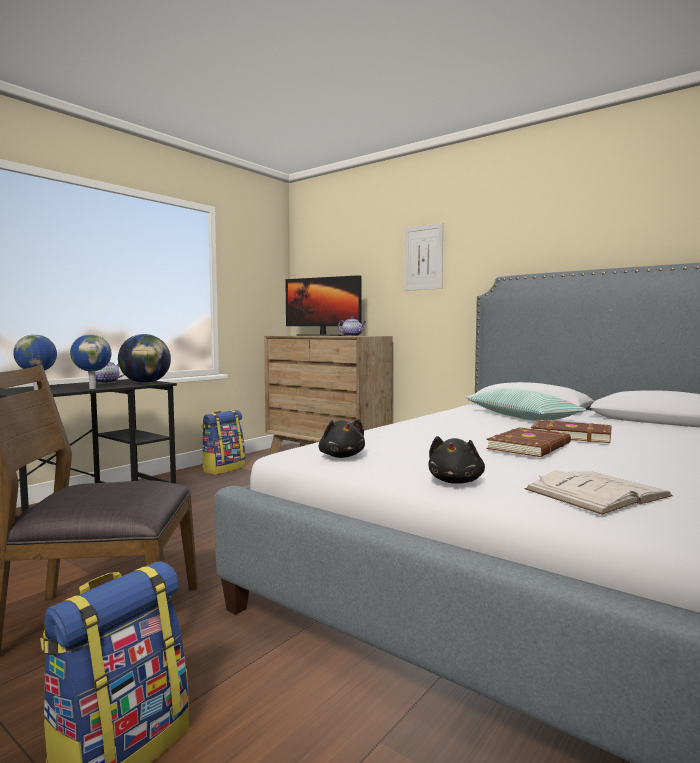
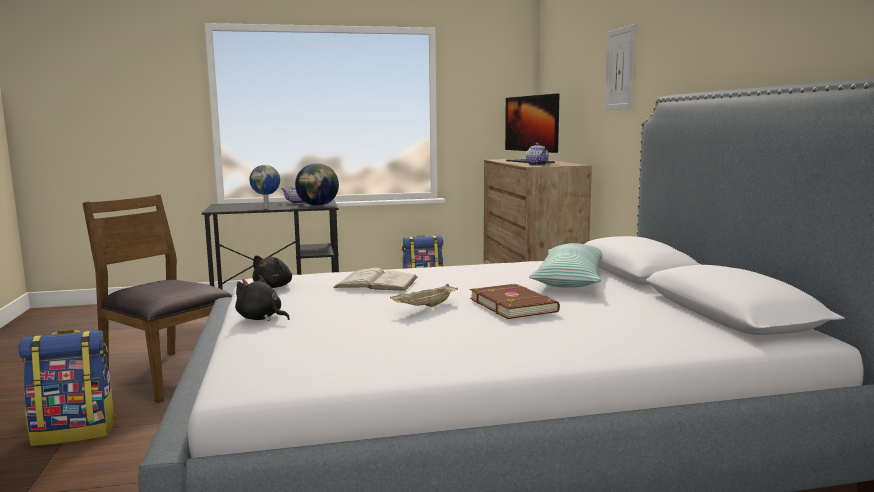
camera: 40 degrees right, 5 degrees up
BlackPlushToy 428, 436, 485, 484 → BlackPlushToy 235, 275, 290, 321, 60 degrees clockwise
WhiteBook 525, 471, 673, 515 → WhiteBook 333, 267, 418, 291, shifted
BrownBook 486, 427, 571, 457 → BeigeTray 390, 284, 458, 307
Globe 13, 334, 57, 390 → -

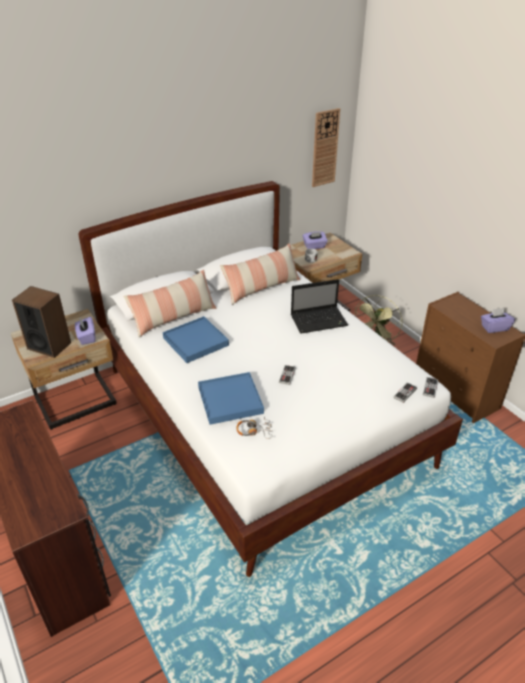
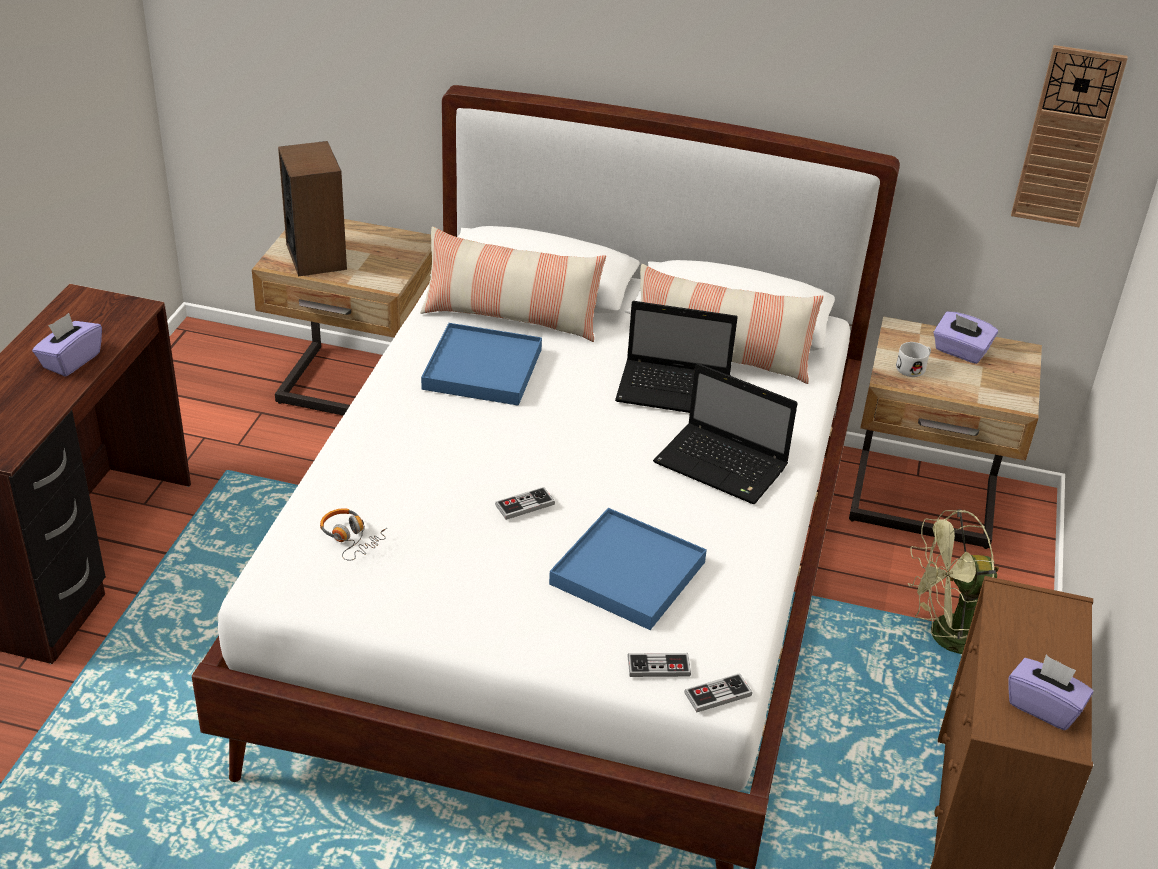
camera: 45 degrees right, 0 degrees up
PurpleTissueBox 75, 317, 95, 345 → PurpleTissueBox 32, 313, 102, 377, shifted
BlueTray 198, 372, 264, 425 → BlueTray 549, 508, 707, 630, shifted
- → Laptop 615, 301, 738, 413

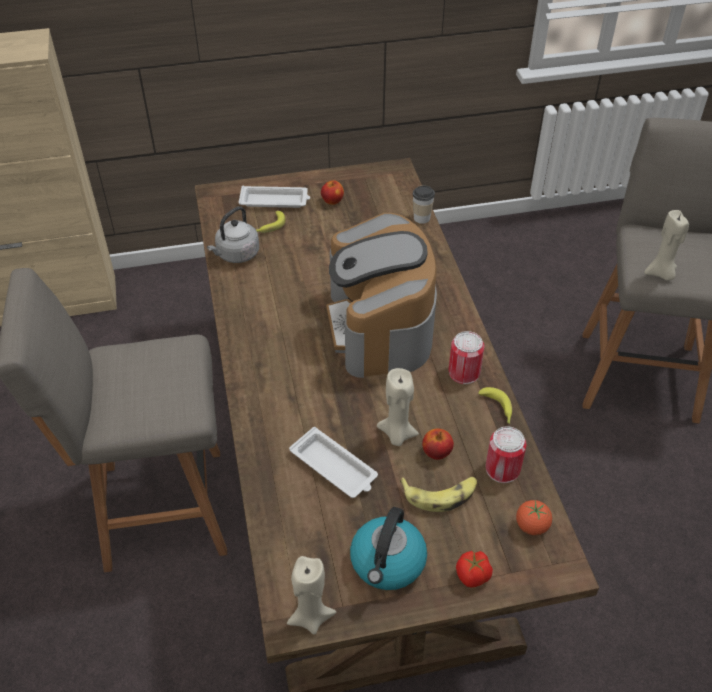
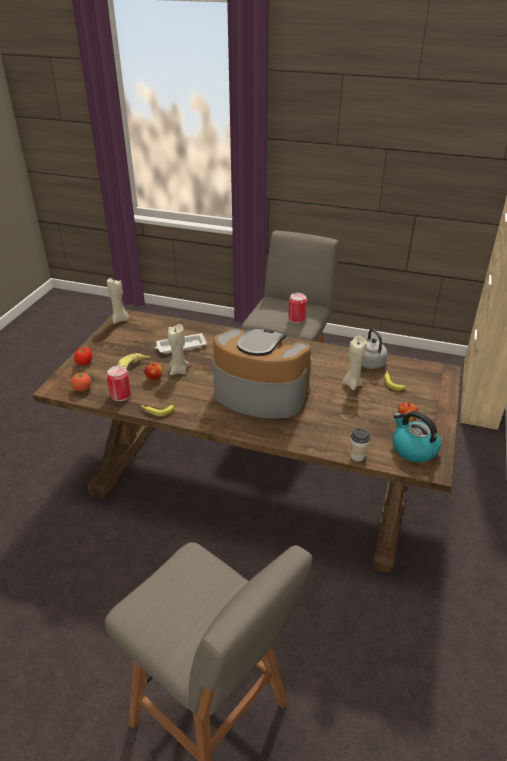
camera: 120 degrees right, 10 degrees down
Can 449, 331, 484, 384 → Can 288, 293, 307, 323, shifted
BeigeCandle 644, 210, 689, 281 → BeigeCandle 342, 336, 367, 390, shifted
Kettle 350, 507, 427, 590 → Kettle 393, 411, 441, 462, shifted
WhiteTray 238, 186, 310, 208 → -

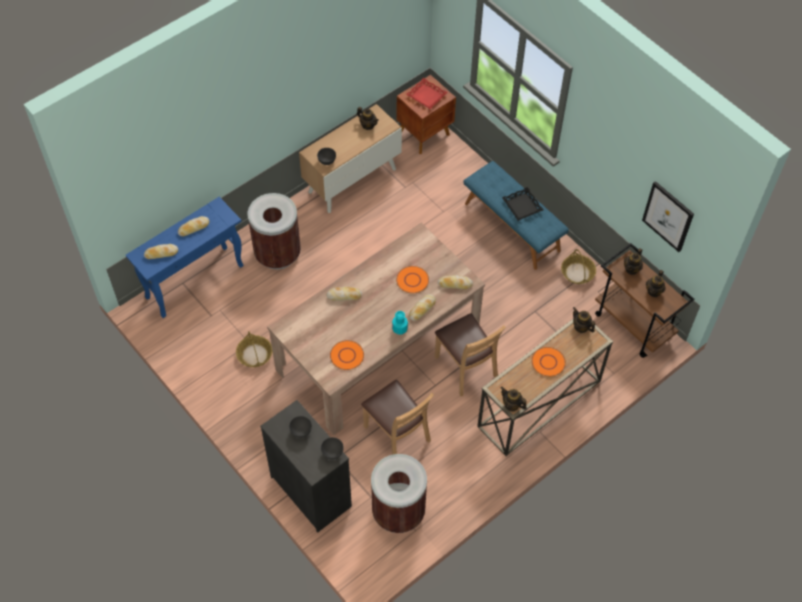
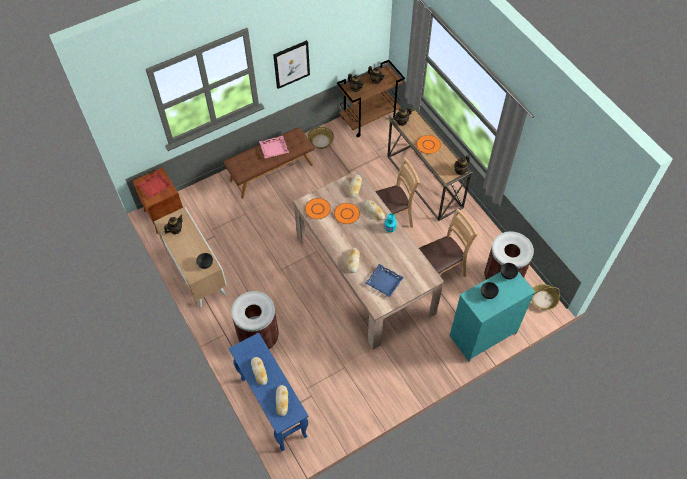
camera: 80 degrees left, 0 degrees up
BlueBench 463, 161, 569, 270 → BrownBench 223, 127, 314, 199
BlackTray 502, 187, 543, 221 → PinkTray 259, 136, 289, 158
Picture 642, 181, 694, 252 → Picture 273, 40, 310, 89, shifted
OrangePlate 330, 340, 364, 370 → OrangePlate 305, 198, 331, 219, shifted
- → BlueTray 365, 264, 404, 297
BlackDresser 260, 400, 352, 533 → TurquoiseDresser 450, 271, 535, 362
Basket 236, 331, 273, 367 → Basket 531, 284, 560, 310, shifted

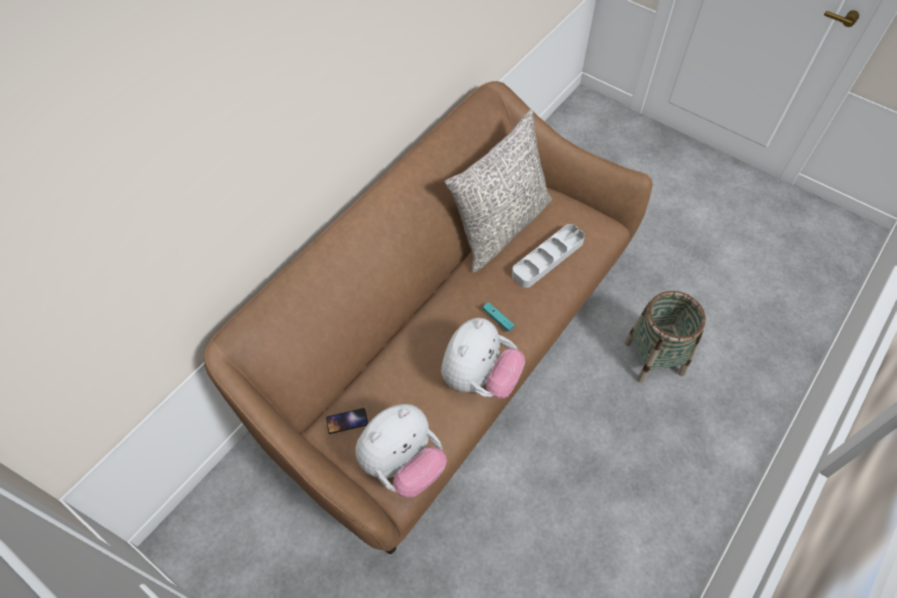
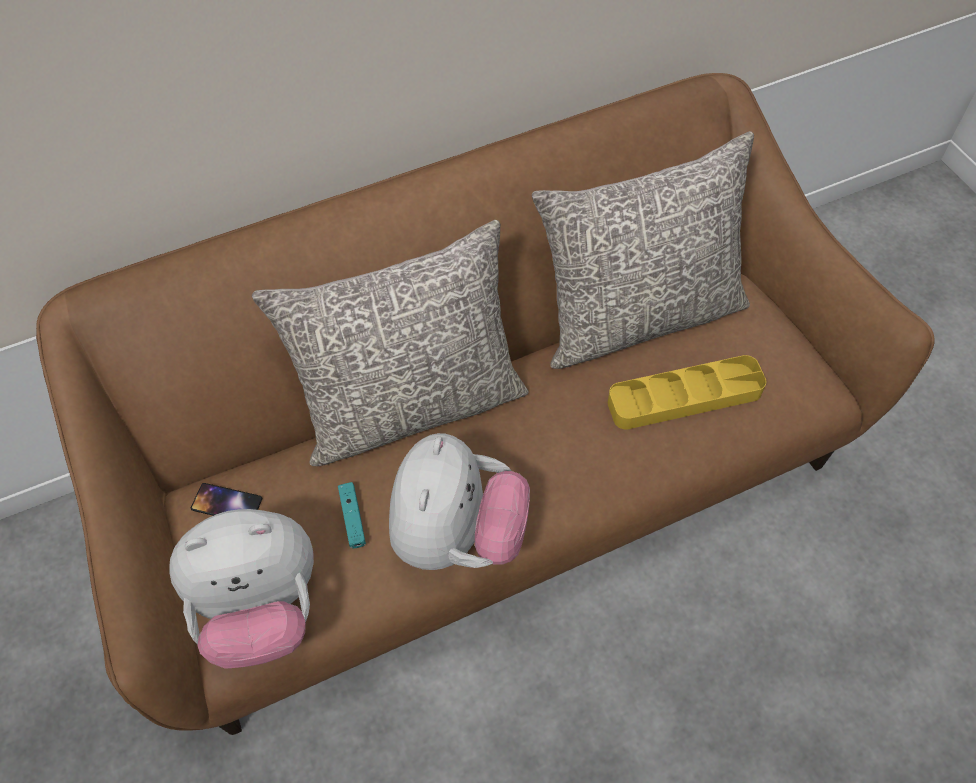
camera: 30 degrees right, 0 degrees up
- → GreyPillow 252, 220, 529, 466
TurquoiseGameController 482, 302, 514, 332 → TurquoiseGameController 338, 482, 366, 548, shifted
PlushToy 441, 318, 525, 398 → PlushToy 389, 433, 530, 570, 45 degrees counterclockwise
GreyTray 512, 224, 585, 288 → YellowTray 608, 355, 766, 429
Basket 624, 291, 706, 383 → -

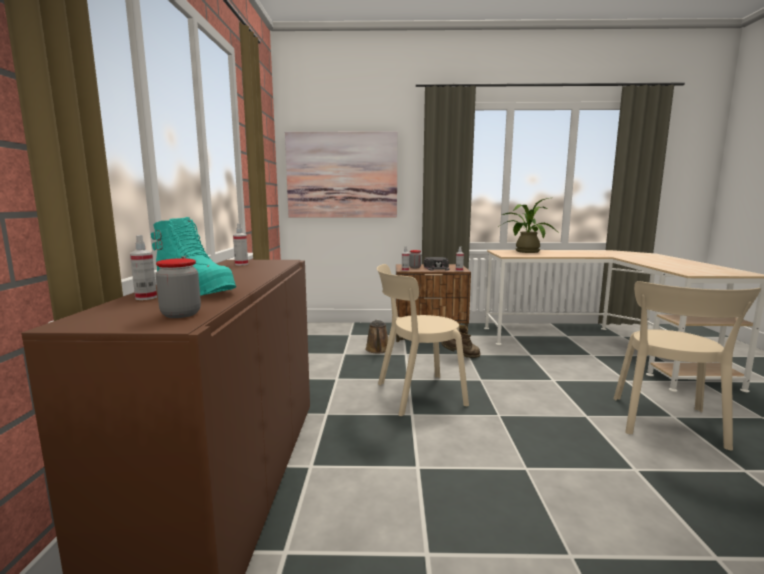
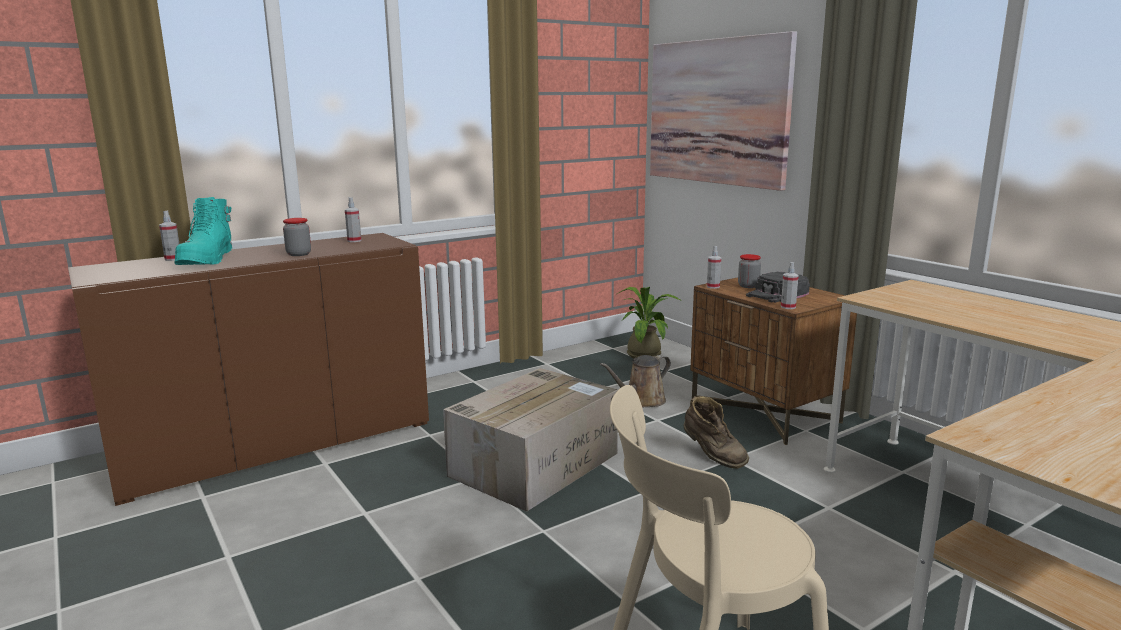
camera: 55 degrees right, 5 degrees up
Jar 156, 258, 201, 318 → Jar 283, 218, 311, 256, shifted
BeigeChair 377, 264, 469, 416 → CardboardBox 443, 368, 618, 512
PottedPlant 498, 198, 558, 253 → PottedPlant 617, 287, 680, 358, shifted

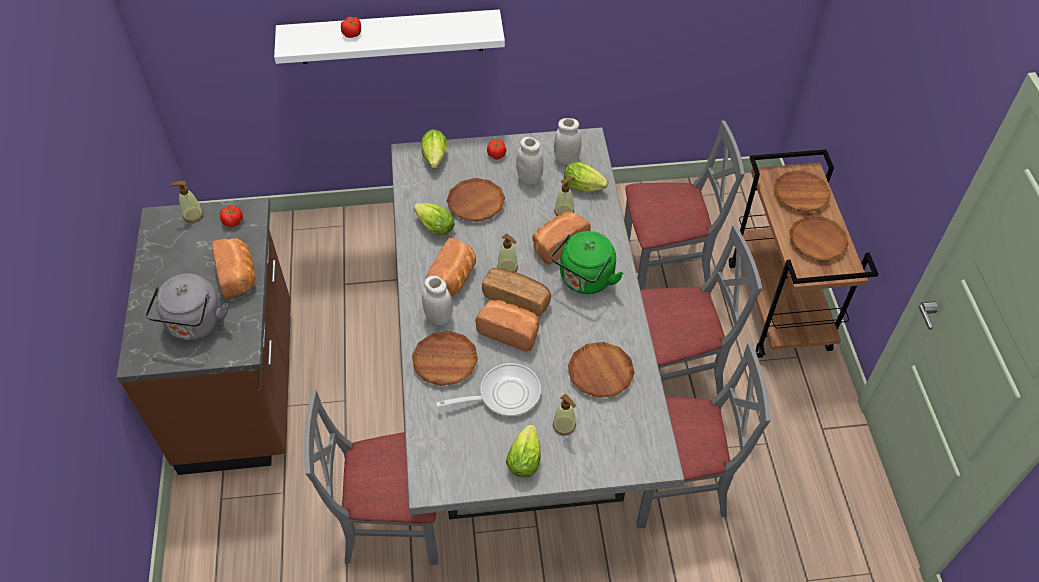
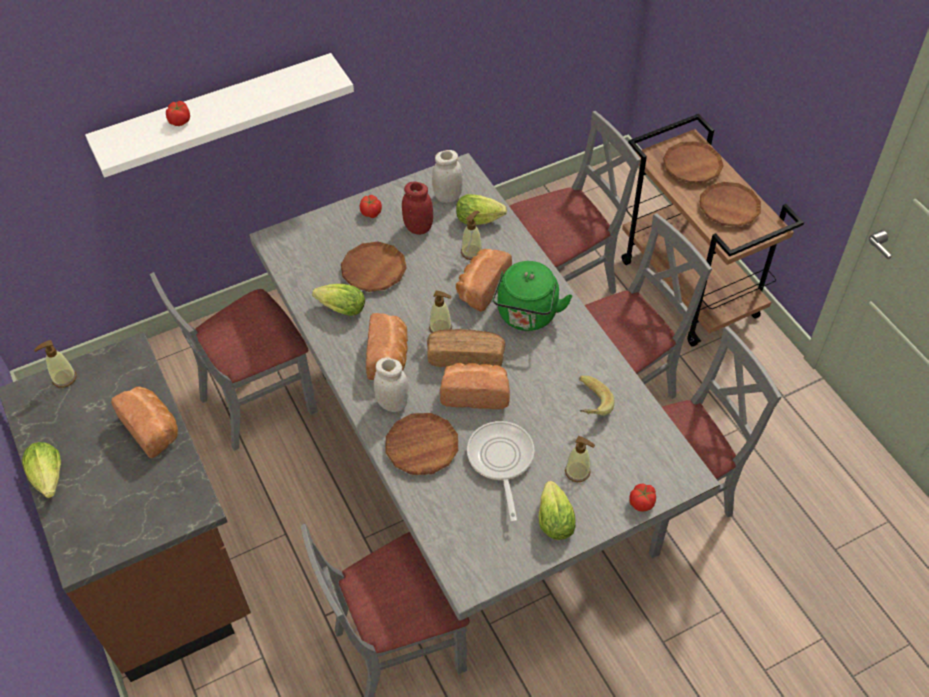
camera: 20 degrees left, 0 degrees up
Lettuce 422, 129, 448, 168 → Lettuce 22, 442, 61, 498, shifted
- → GreyChair 150, 272, 318, 451
WhiteJar 516, 137, 543, 185 → RedJar 402, 182, 433, 235
FryingPan 436, 363, 541, 417 → FryingPan 467, 421, 535, 522, 60 degrees counterclockwise
BrownPlate 568, 342, 635, 398 → Banana 579, 376, 614, 416
Tomato 220, 205, 243, 227 → Tomato 629, 484, 656, 512, shifted
GreyKettle 145, 273, 228, 341 → -

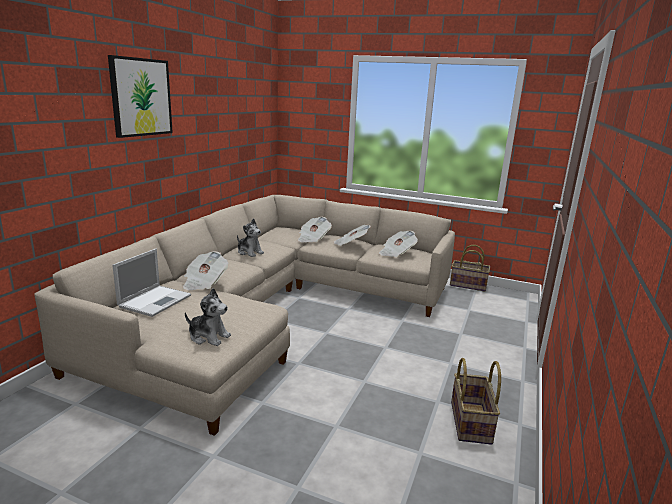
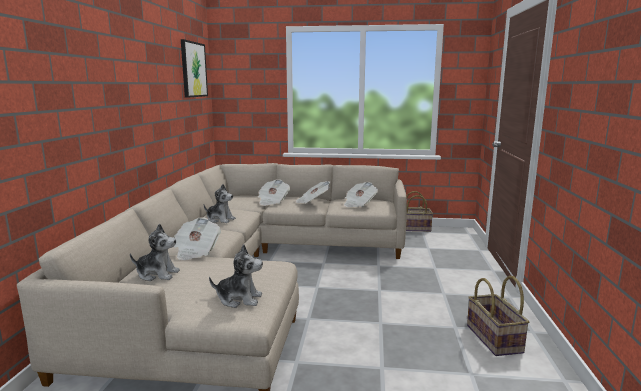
camera: 15 degrees left, 5 degrees down
Laptop 112, 249, 191, 317 → PlushToy 130, 224, 180, 281
Picture 108, 55, 173, 138 → Picture 181, 39, 208, 97, shifted

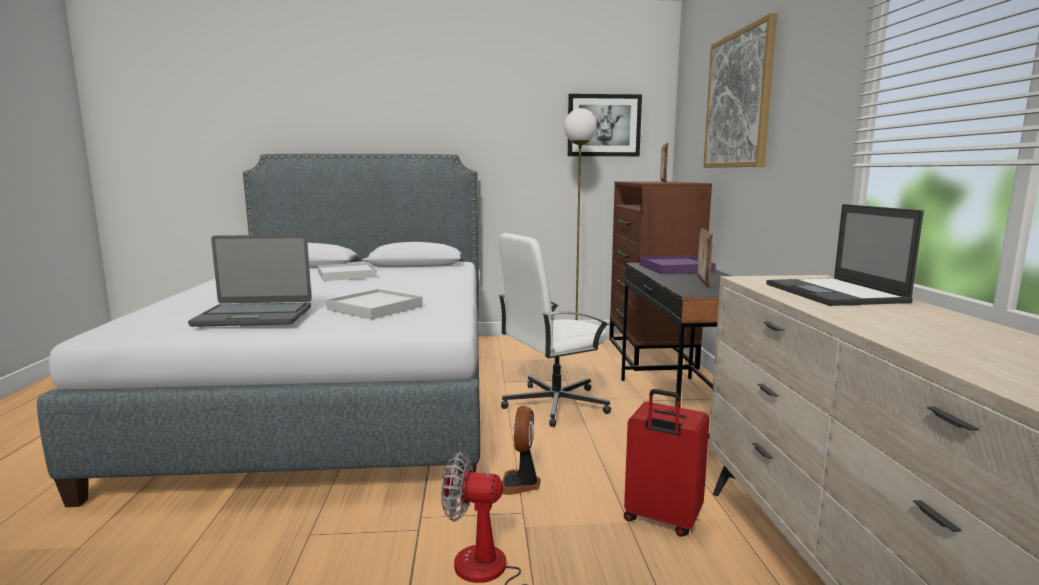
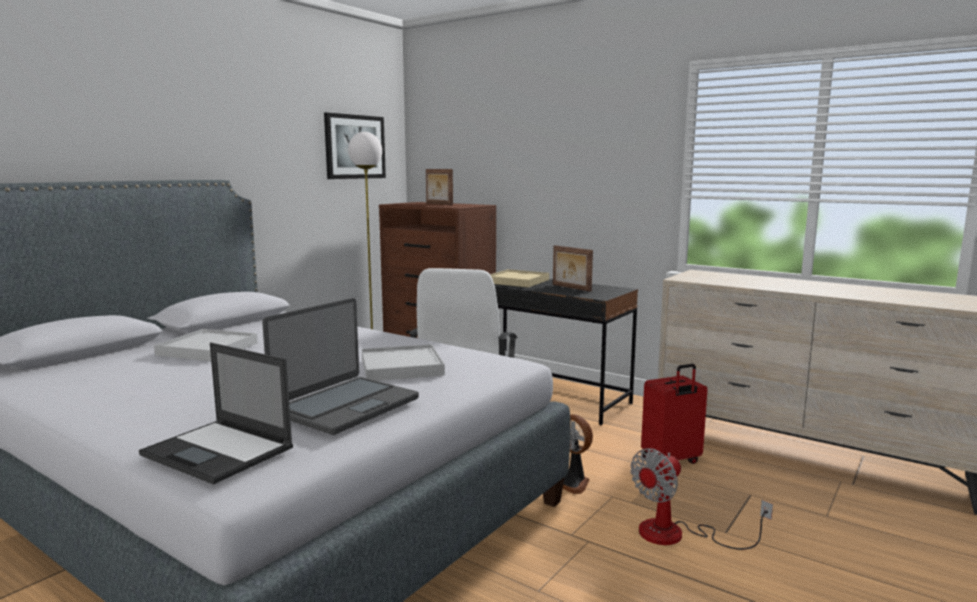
camera: 50 degrees left, 0 degrees up
Laptop 766, 204, 924, 306 → Laptop 139, 342, 293, 485, shifted
PurpleTray 640, 256, 716, 274 → BeigeTray 490, 269, 549, 287
Picture 703, 13, 777, 168 → -

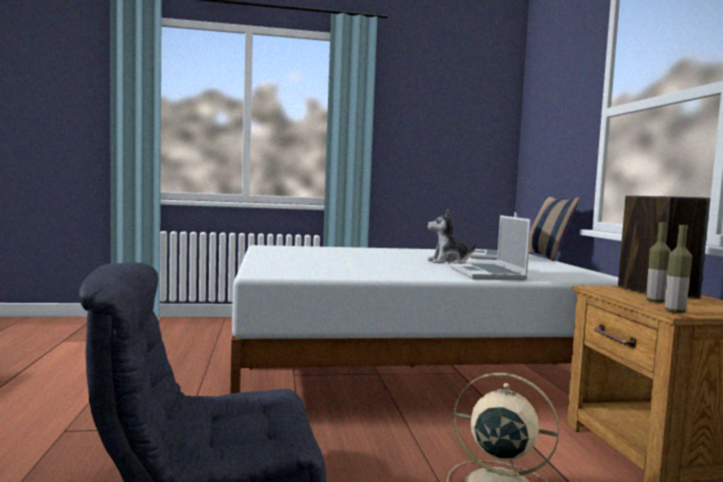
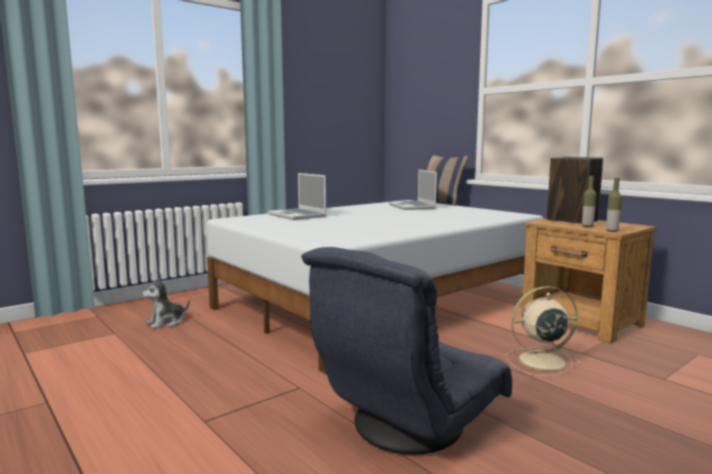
camera: 30 degrees left, 5 degrees up
PlushToy 427, 209, 477, 264 → PlushToy 142, 278, 190, 329, shifted
Laptop 450, 215, 531, 280 → Laptop 268, 173, 327, 220, shifted

